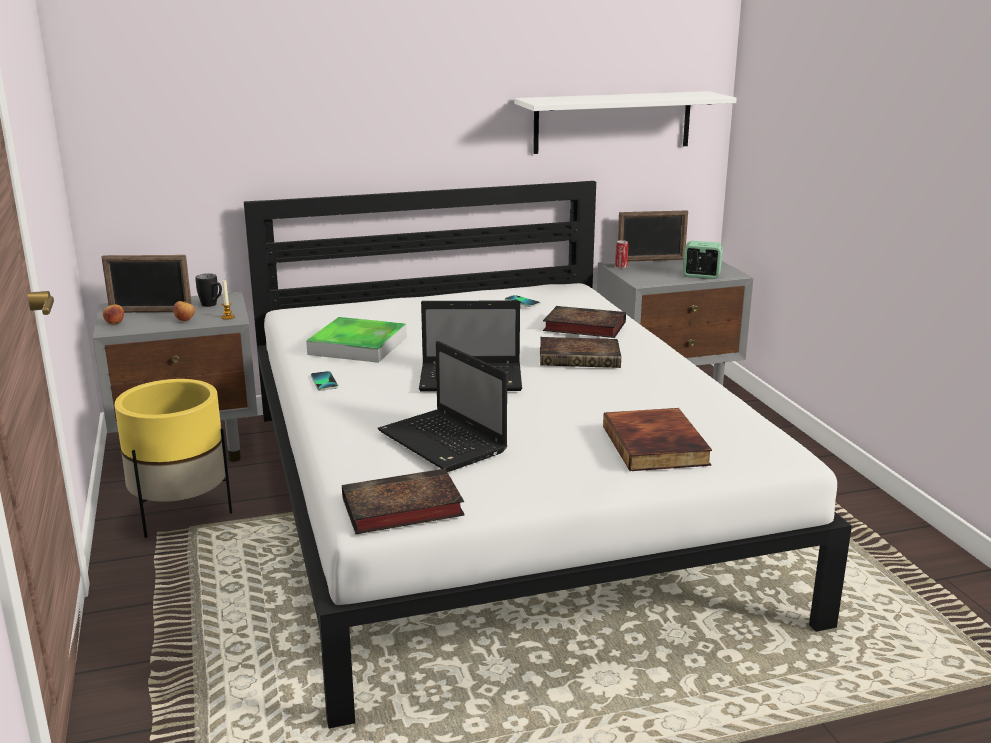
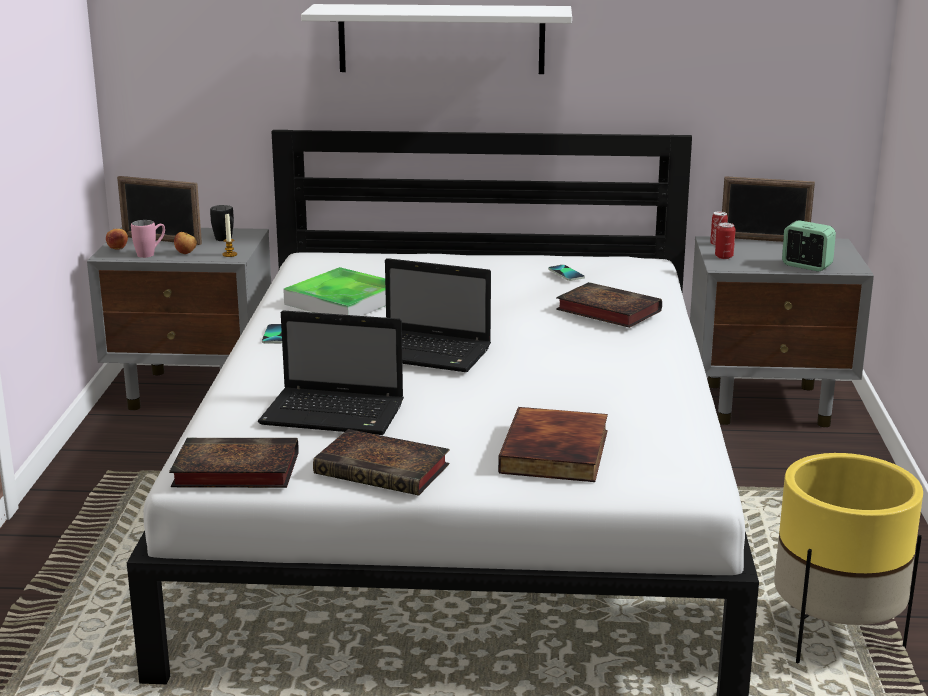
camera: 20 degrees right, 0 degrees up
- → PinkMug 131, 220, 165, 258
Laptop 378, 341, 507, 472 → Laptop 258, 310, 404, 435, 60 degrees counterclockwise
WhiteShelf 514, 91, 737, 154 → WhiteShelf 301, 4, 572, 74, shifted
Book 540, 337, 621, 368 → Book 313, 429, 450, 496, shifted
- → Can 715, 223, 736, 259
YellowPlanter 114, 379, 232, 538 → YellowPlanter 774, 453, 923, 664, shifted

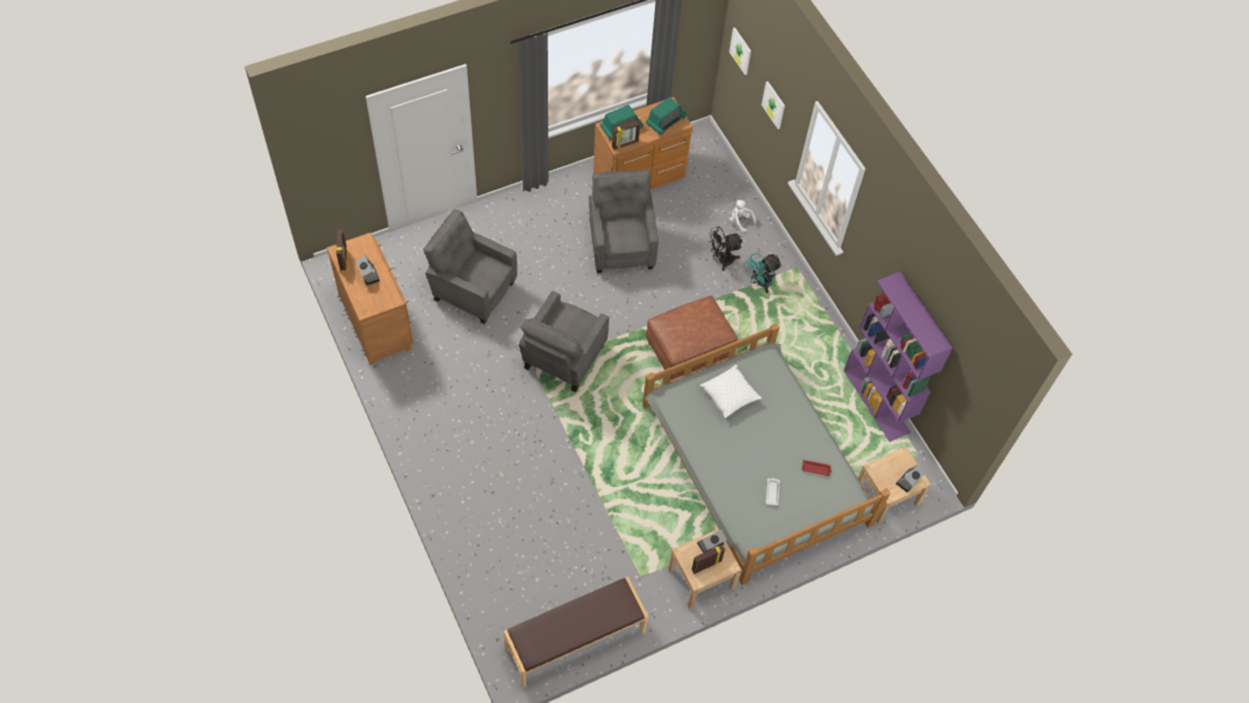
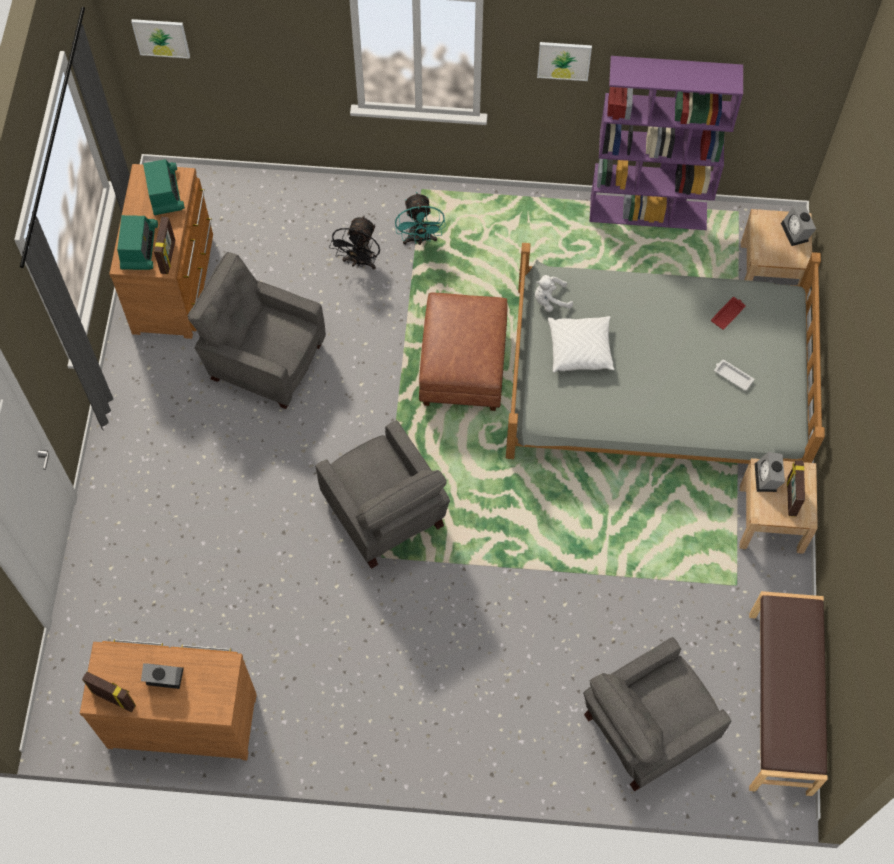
camera: 55 degrees left, 5 degrees up
WhitePlushToy 729, 199, 756, 233 → WhitePlushToy 535, 275, 573, 312, shifted
Picture 761, 81, 785, 129 → Picture 537, 42, 592, 81, shifted
GreyArmchair 423, 209, 517, 324 → GreyArmchair 583, 637, 731, 792, shifted

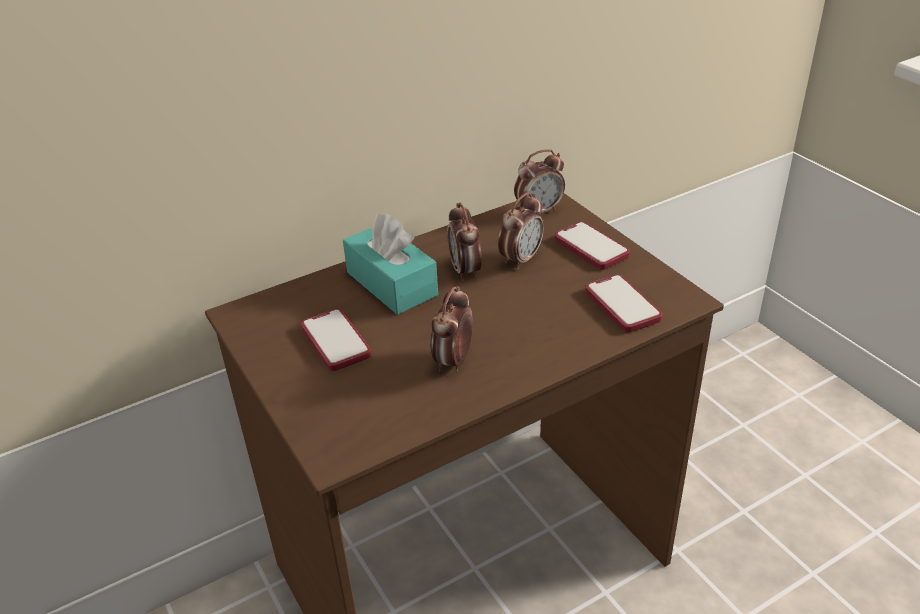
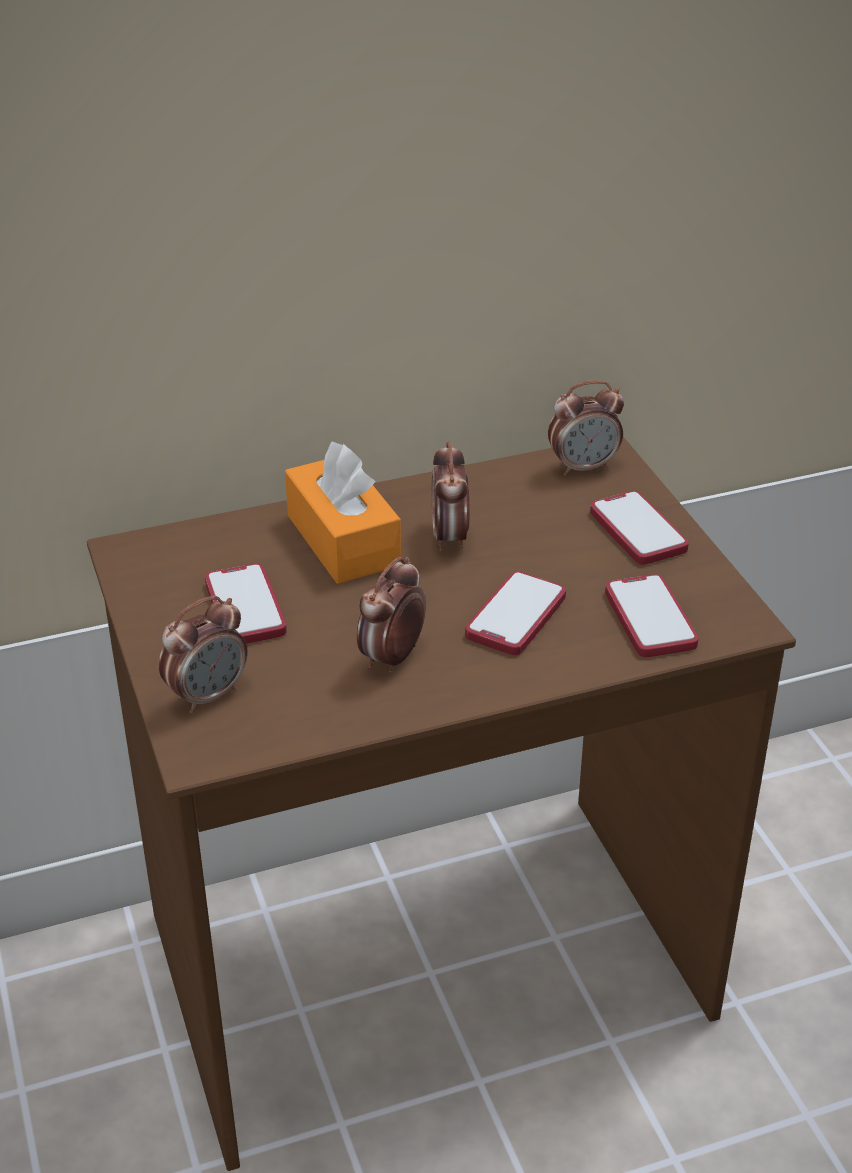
camera: 10 degrees right, 0 degrees up
AlarmClock 498, 192, 544, 270 → AlarmClock 159, 596, 248, 714, shifted
TurquoiseTissueBox 343, 214, 438, 315 → OrangeTissueBox 285, 442, 401, 584
- → Phone 465, 571, 566, 655

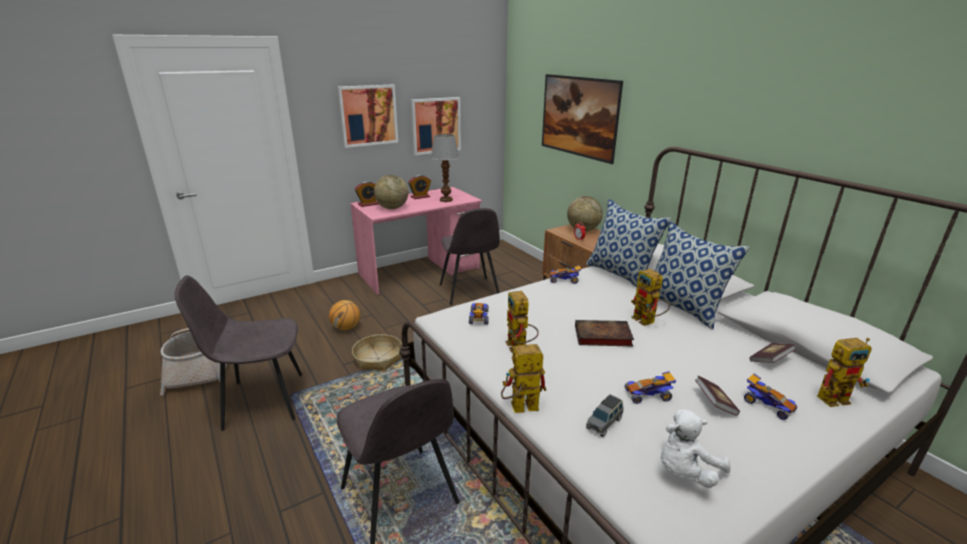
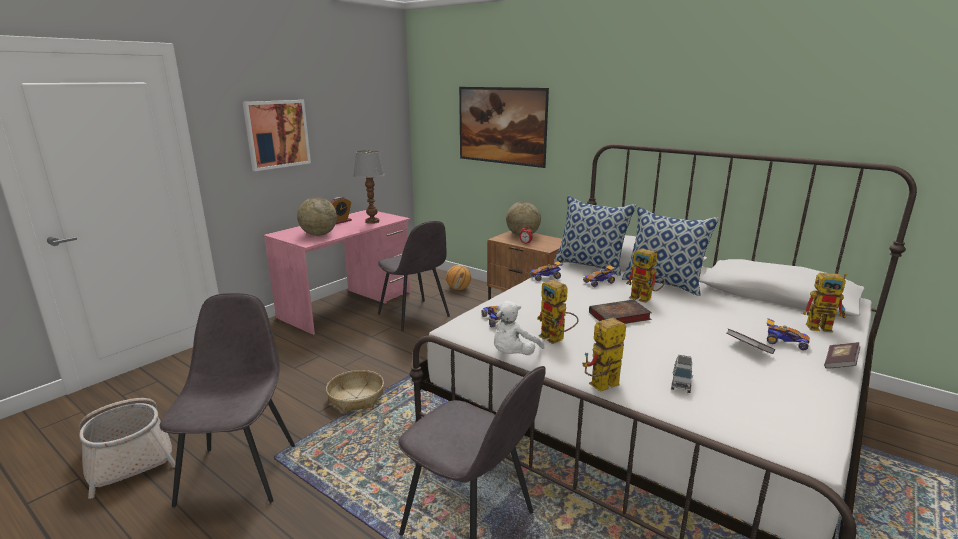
camera: 20 degrees left, 5 degrees down
GreyChair 175, 275, 302, 431 → GreyChair 159, 293, 295, 507, 120 degrees clockwise
Basketball 329, 300, 360, 330 → Basketball 446, 265, 471, 290, shifted
WhitePlushToy 661, 409, 731, 488 → WhitePlushToy 494, 301, 544, 355, shifted
ToyCar 625, 371, 677, 404 → ToyCar 583, 265, 616, 287, shifted
ToyRobot 817, 338, 872, 407 → ToyRobot 803, 273, 847, 333, 45 degrees clockwise
Book 750, 343, 795, 363 → Book 824, 342, 860, 369, shifted
AlarmClock 355, 181, 379, 207 → -
Picture 411, 97, 461, 155 → -

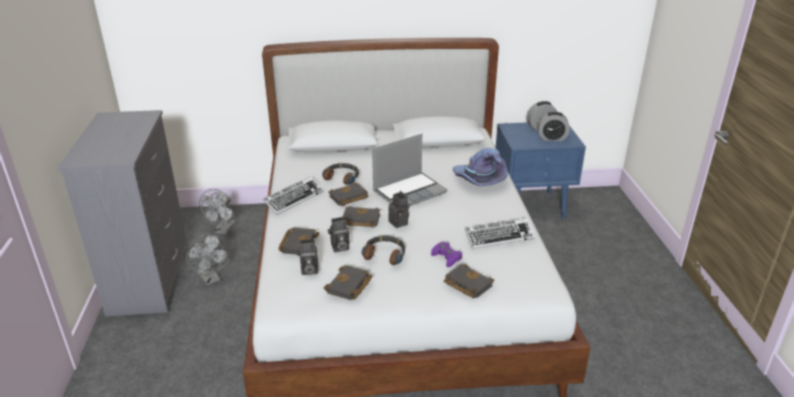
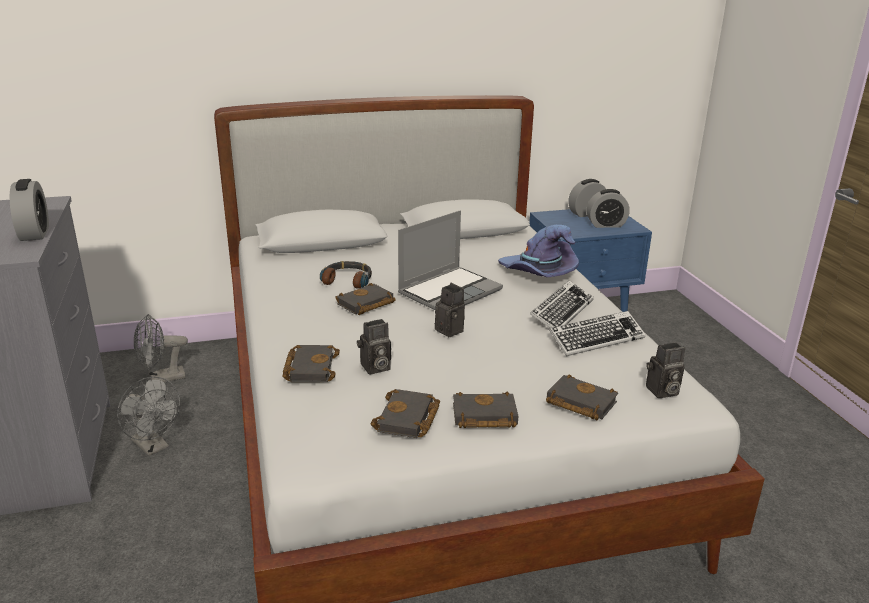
camera: 10 degrees left, 5 degrees down
- → AlarmClock 10, 179, 49, 241
GreyFan 199, 189, 236, 235 → GreyFan 134, 314, 188, 382, 60 degrees clockwise
BlackBook 343, 206, 380, 227 → BlackBook 453, 392, 518, 428, shifted
Keyboard 263, 177, 324, 215 → Keyboard 530, 281, 594, 328, shifted
PhotoCamera 297, 239, 318, 275 → PhotoCamera 646, 342, 685, 398, shifted
Headphones 362, 236, 405, 265 → -
PurpleGameController 431, 242, 462, 267 → -

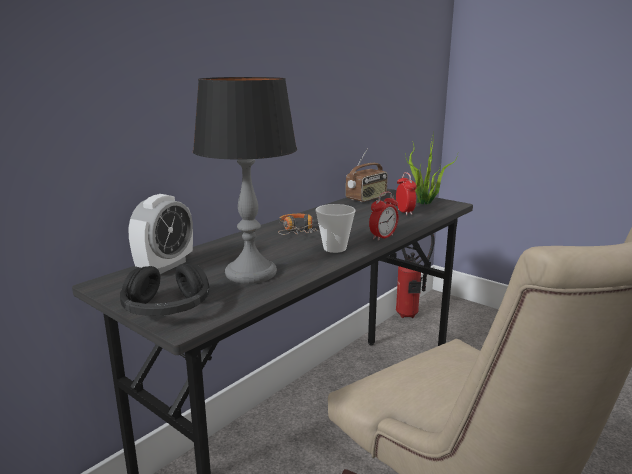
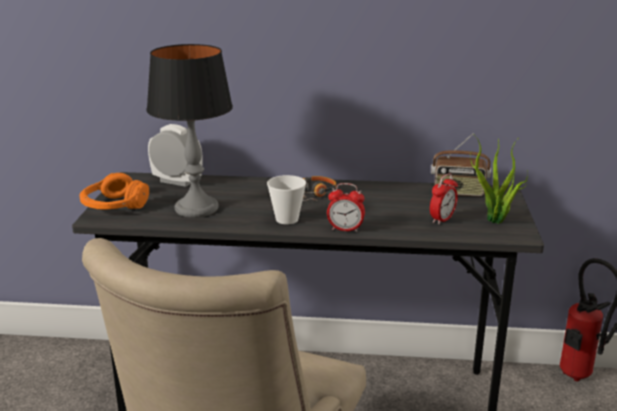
camera: 55 degrees right, 5 degrees up
BlackHeadphones 120, 264, 209, 316 → OrangeHeadphones 80, 173, 149, 210
AlarmClock 129, 194, 193, 274 → AlarmClock 148, 124, 203, 187, 150 degrees counterclockwise

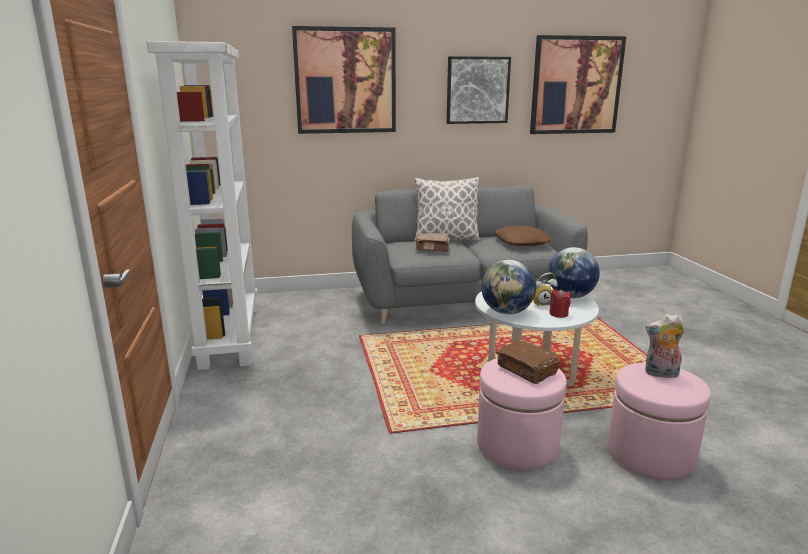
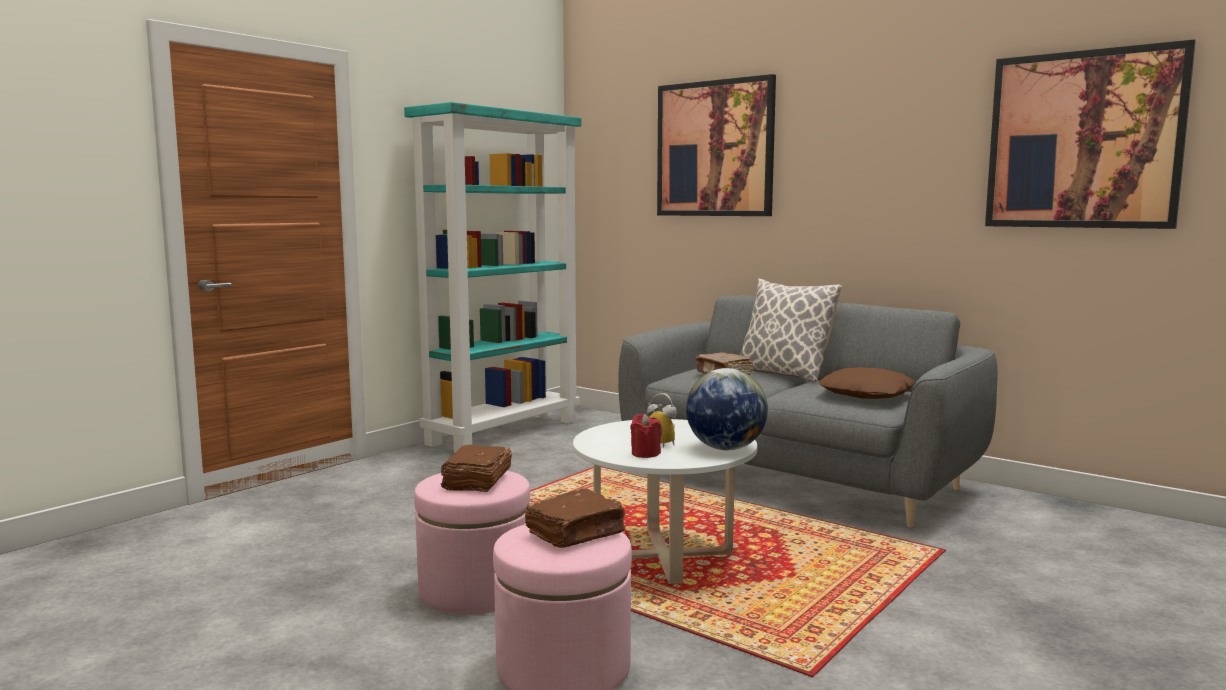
camera: 50 degrees right, 10 degrees down
WhiteBookcase 147, 41, 258, 370 → TurquoiseBookcase 404, 102, 581, 453
PlushToy 645, 314, 685, 380 → BrownBook 525, 488, 625, 548
Picture 447, 56, 511, 124 → -
Globe 481, 260, 536, 314 → -

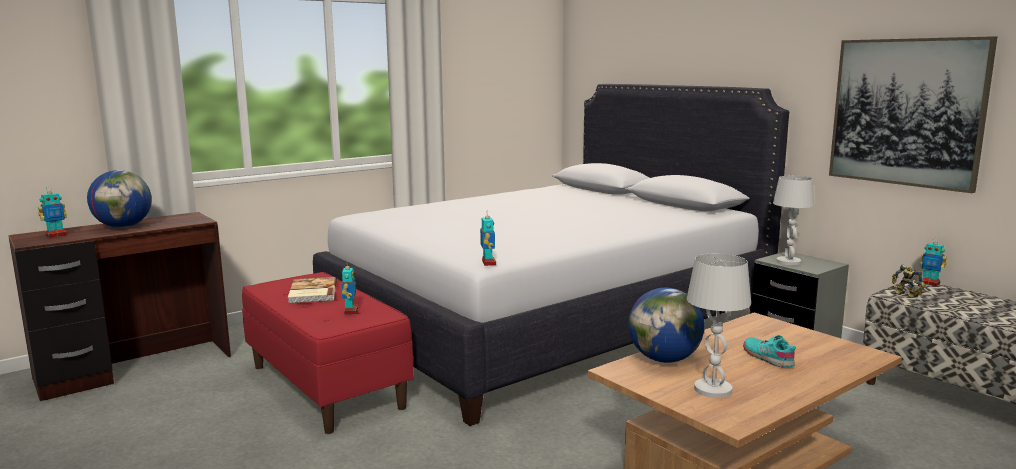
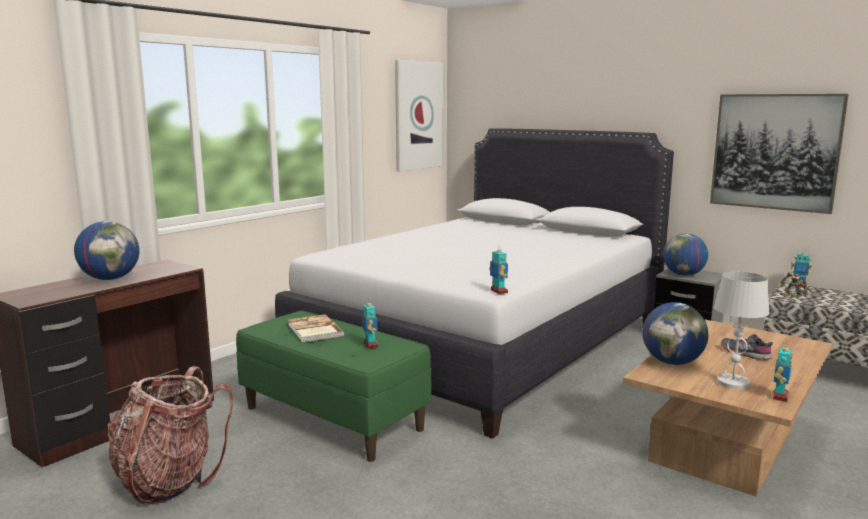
camera: 15 degrees left, 0 degrees up
- → Backpack 107, 366, 233, 506
RedBench 242, 272, 414, 434 → GreenBench 236, 311, 431, 462
- → Picture 395, 60, 443, 171
WhiteTableLamp 773, 176, 815, 265 → Globe 663, 234, 708, 276
TurquoiseShoe 743, 335, 796, 368 → GreyShoe 721, 334, 773, 360
ToyRobot 38, 187, 67, 238 → ToyRobot 773, 342, 793, 402, shifted

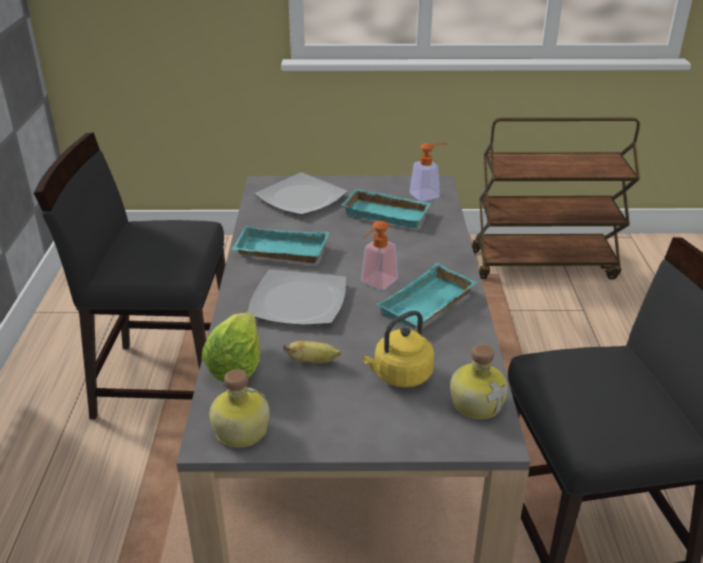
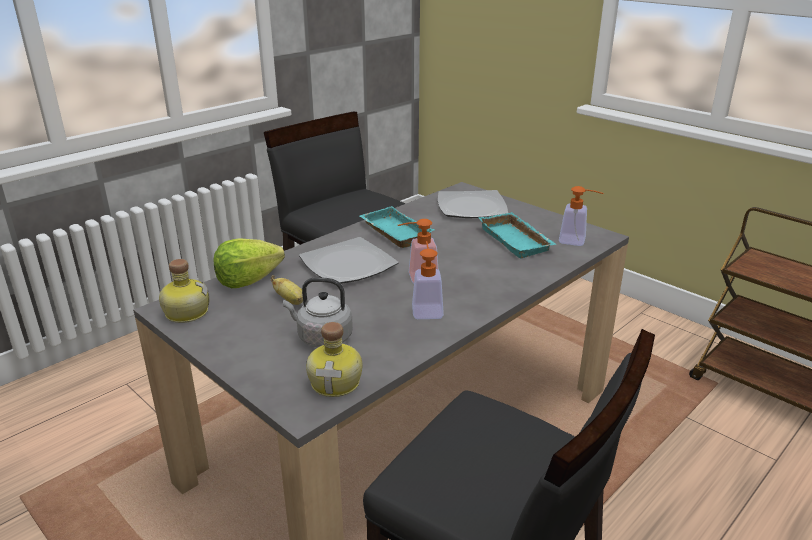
camera: 45 degrees right, 5 degrees down
YellowKettle 362, 310, 434, 387 → GreyKettle 283, 277, 353, 348
TurquoiseTray 377, 263, 477, 329 → SoapDispenser 412, 241, 444, 319

